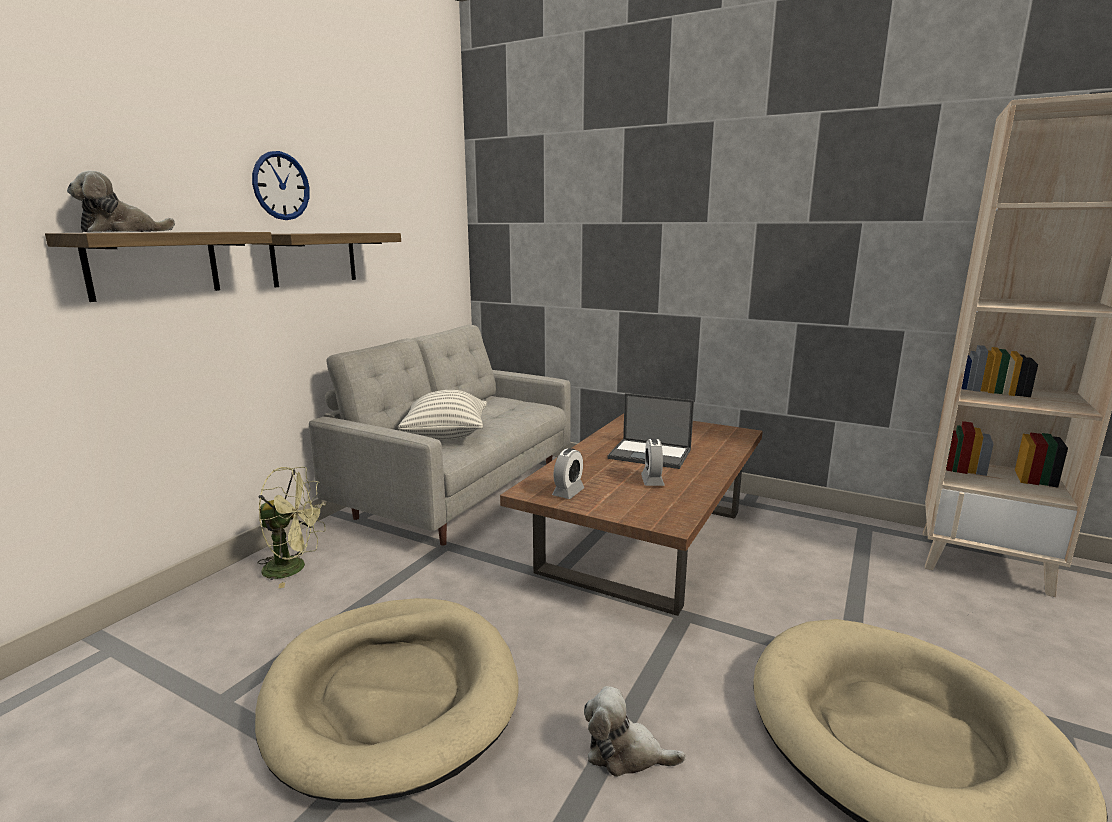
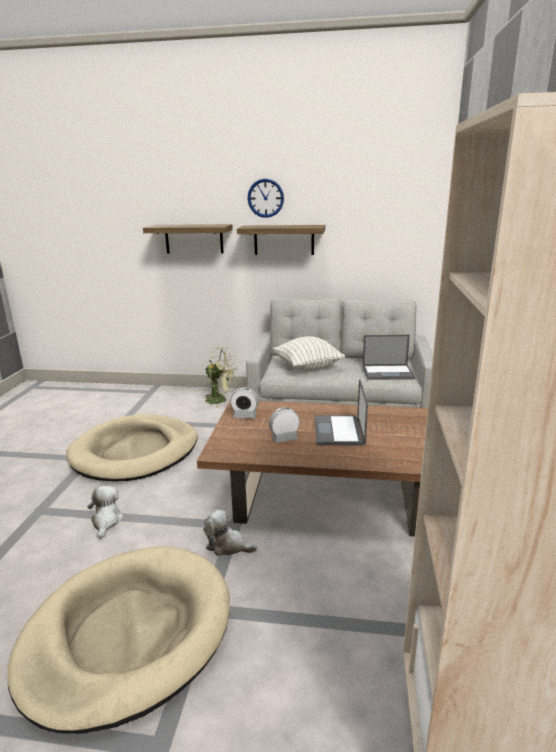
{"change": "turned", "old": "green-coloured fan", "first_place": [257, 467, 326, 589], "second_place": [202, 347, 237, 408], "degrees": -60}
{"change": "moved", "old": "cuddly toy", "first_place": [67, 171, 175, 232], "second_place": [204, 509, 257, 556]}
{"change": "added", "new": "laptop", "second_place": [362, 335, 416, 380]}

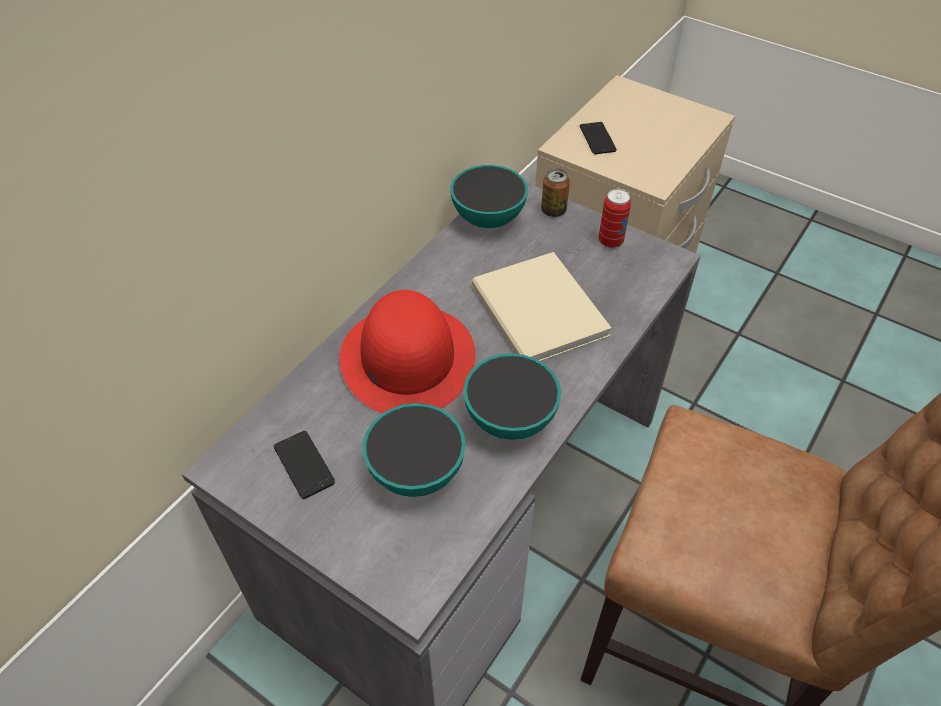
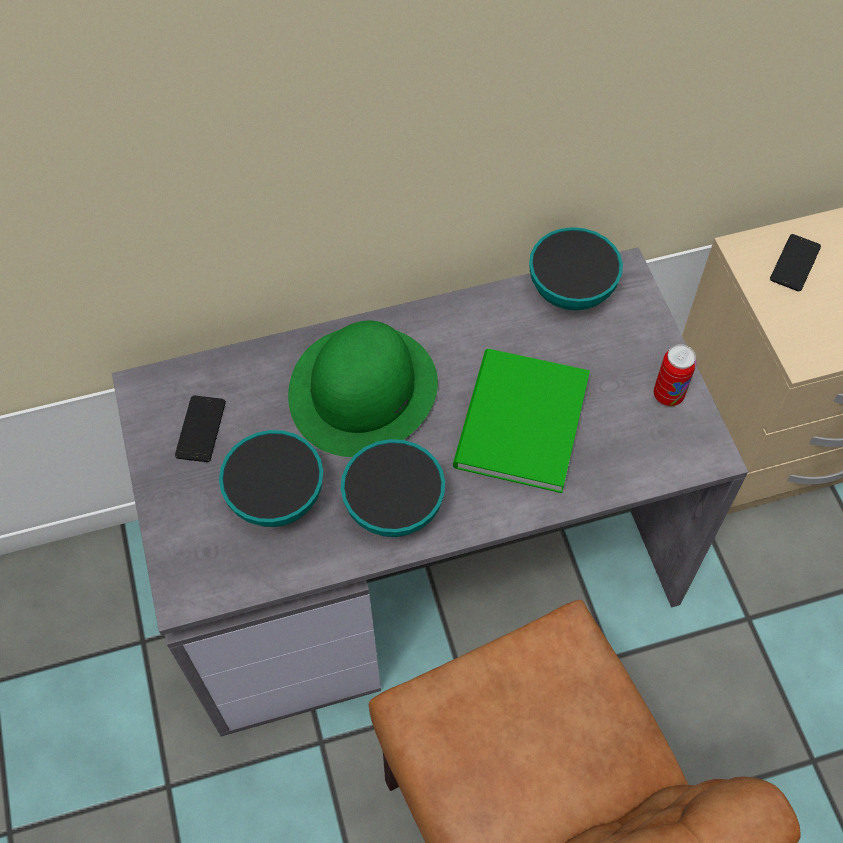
{"change": "recoloured", "old": "red-coloured wearable hat", "new": "green-coloured wearable hat", "first_place": [340, 290, 475, 413], "second_place": [288, 321, 438, 457]}
{"change": "recoloured", "old": "sand-coloured book", "new": "green-coloured book", "first_place": [472, 252, 612, 362], "second_place": [453, 349, 590, 493]}
{"change": "removed", "old": "can", "first_place": [541, 168, 570, 217]}

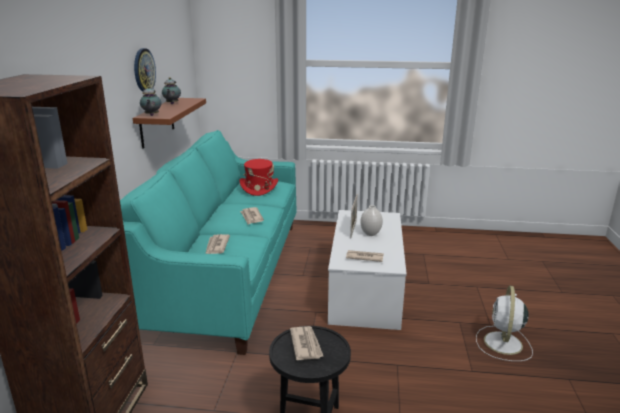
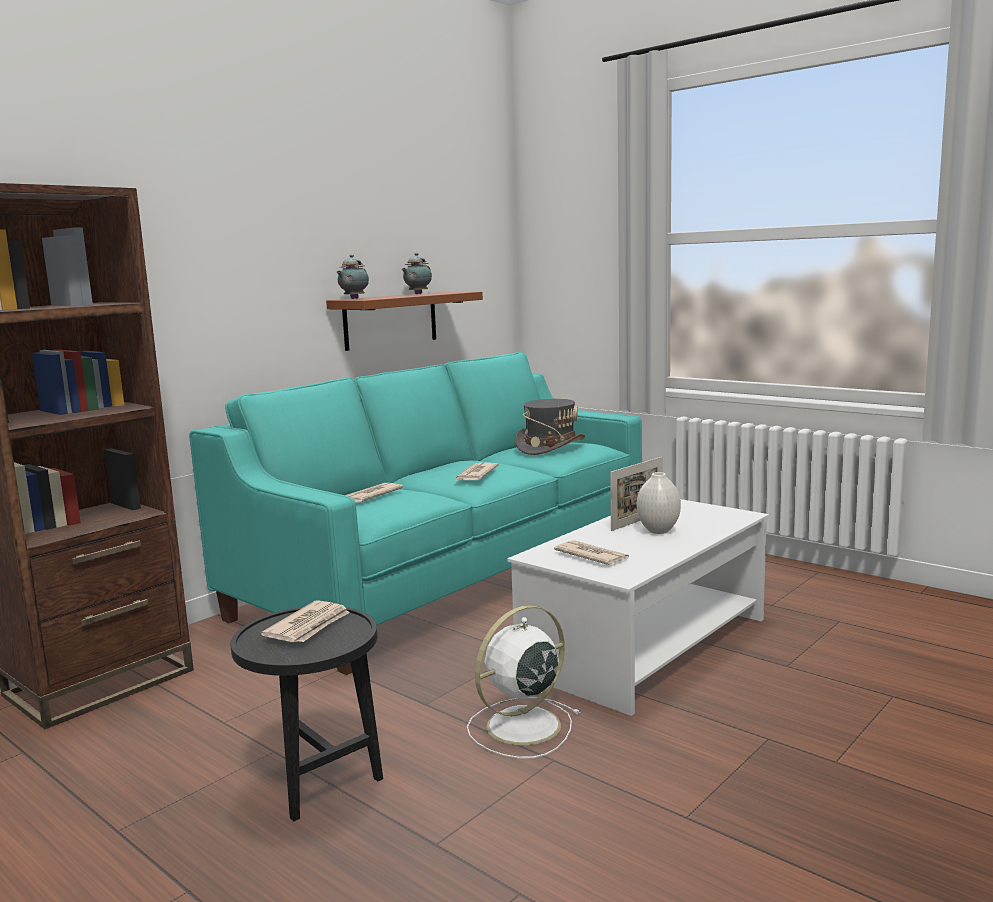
{"change": "moved", "old": "white-coloured fan", "first_place": [476, 286, 533, 361], "second_place": [467, 605, 580, 759]}
{"change": "recoloured", "old": "red-coloured wearable hat", "new": "grey wearable hat", "first_place": [239, 159, 278, 196], "second_place": [515, 399, 585, 455]}
{"change": "removed", "old": "hanging clock", "first_place": [134, 48, 156, 92]}

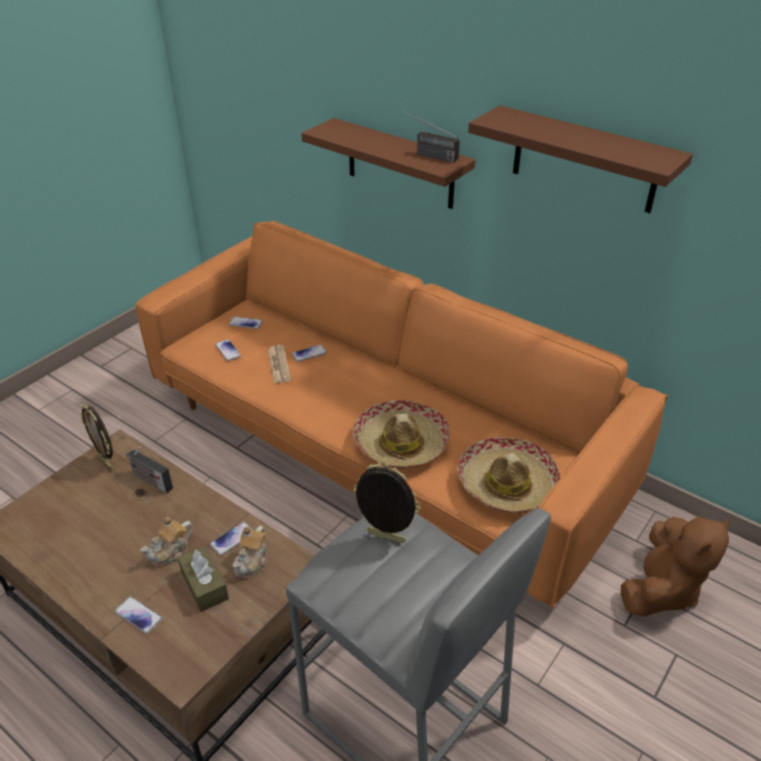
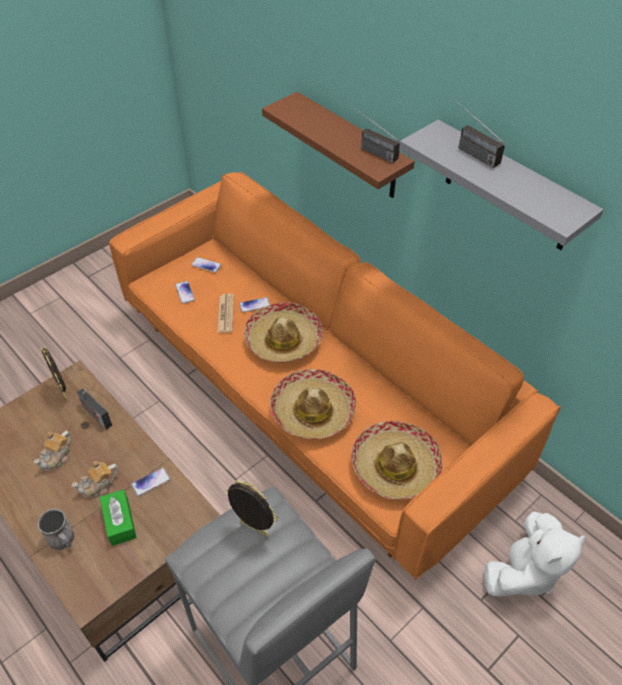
{"change": "moved", "old": "teapot", "first_place": [233, 526, 268, 579], "second_place": [34, 431, 71, 472]}
{"change": "replaced", "old": "handset", "new": "grey coffee mug", "first_place": [115, 597, 163, 634], "second_place": [37, 509, 75, 550]}
{"change": "recoloured", "old": "brown tissue holder", "new": "green-coloured tissue holder", "first_place": [178, 546, 229, 612], "second_place": [100, 489, 137, 546]}
{"change": "added", "new": "wearable hat", "second_place": [244, 302, 323, 363]}
{"change": "recoloured", "old": "brown shelf", "new": "grey shelf", "first_place": [468, 105, 693, 213], "second_place": [399, 120, 604, 250]}
{"change": "added", "new": "radio", "second_place": [452, 98, 505, 168]}
{"change": "recoloured", "old": "brown cuddly toy", "new": "white-coloured cuddly toy", "first_place": [621, 517, 730, 617], "second_place": [484, 512, 586, 597]}

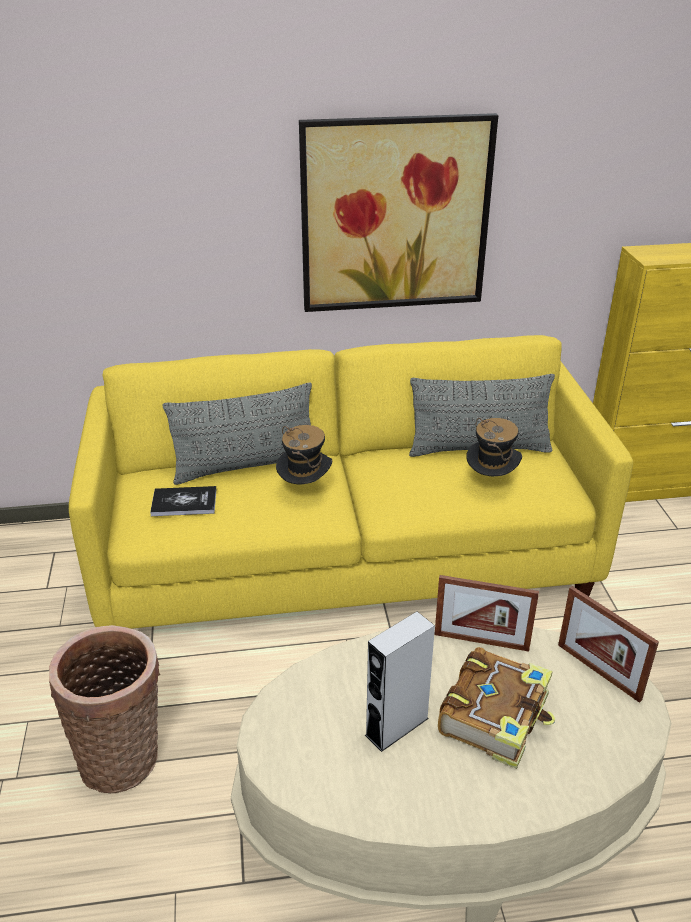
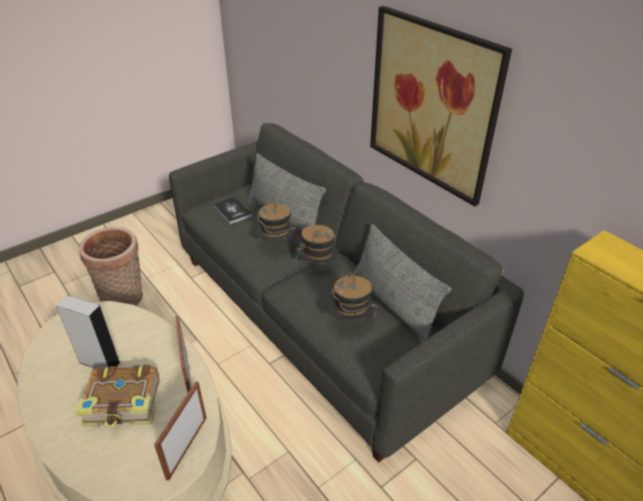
{"change": "recoloured", "old": "yellow-coloured couch", "new": "grey couch", "first_place": [69, 335, 633, 629], "second_place": [169, 123, 524, 463]}
{"change": "added", "new": "wearable hat", "second_place": [296, 225, 339, 271]}

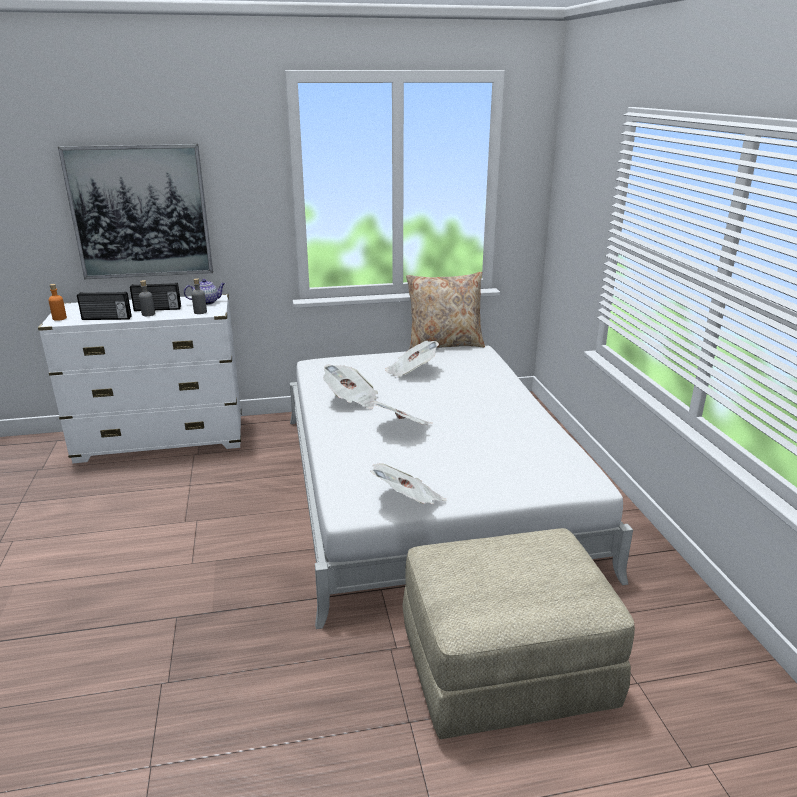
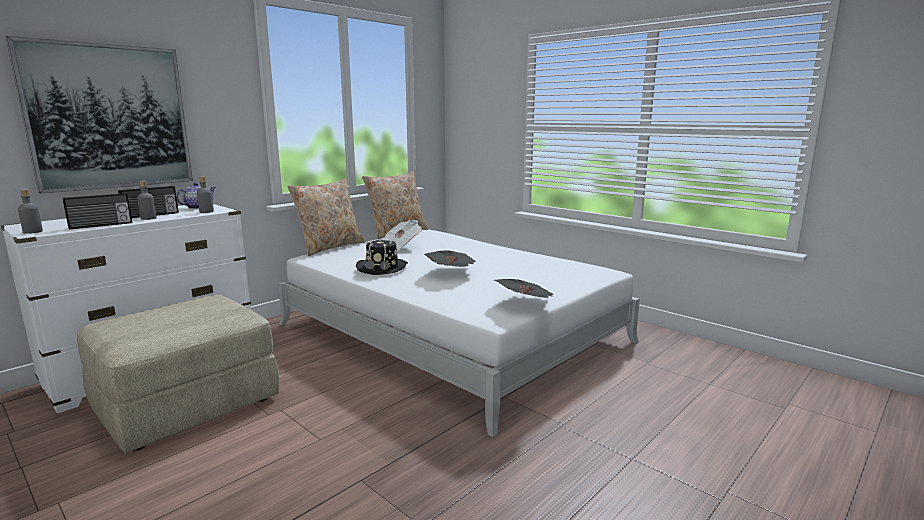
{"change": "recoloured", "old": "orange bottle", "new": "grey bottle", "first_place": [48, 284, 67, 321], "second_place": [18, 189, 43, 234]}
{"change": "moved", "old": "sand-coloured ottoman", "first_place": [402, 528, 635, 739], "second_place": [77, 294, 279, 453]}
{"change": "added", "new": "sand-coloured throw pillow", "second_place": [287, 179, 365, 256]}
{"change": "replaced", "old": "daily paper", "new": "black-coloured wearable hat", "first_place": [323, 365, 378, 409], "second_place": [356, 238, 408, 275]}

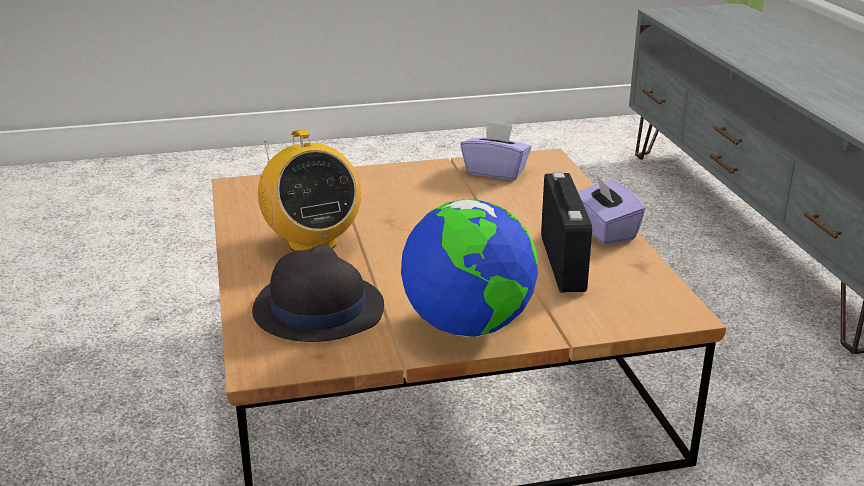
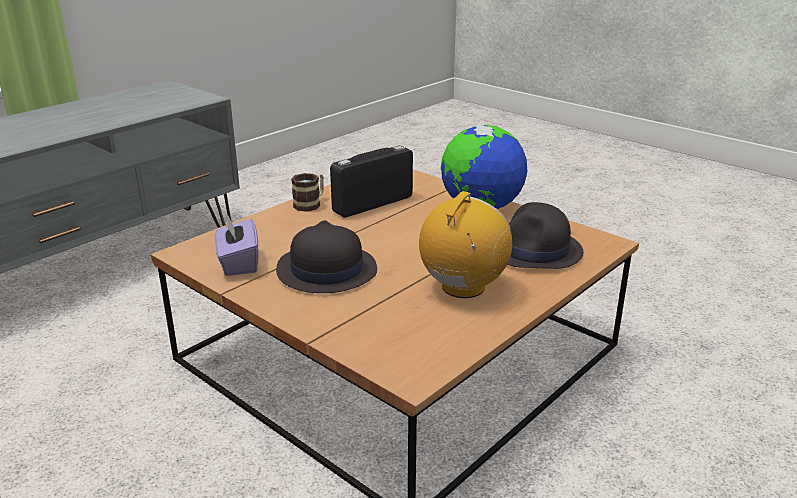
{"change": "added", "new": "black-coloured wearable hat", "second_place": [276, 220, 377, 293]}
{"change": "replaced", "old": "purplish tissue holder", "new": "coffee mug", "first_place": [578, 175, 645, 244], "second_place": [291, 173, 324, 212]}

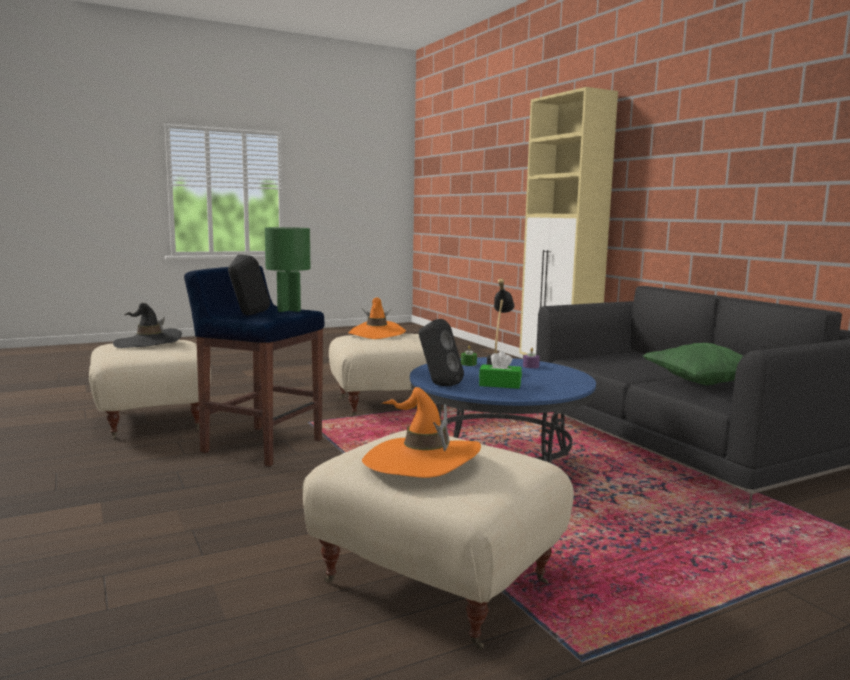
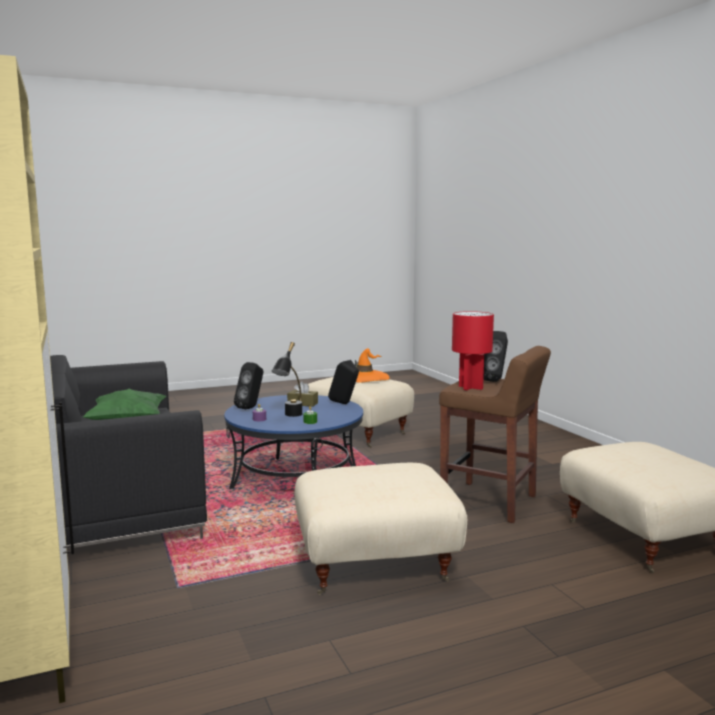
{"change": "added", "new": "black-coloured audio speaker", "second_place": [234, 362, 264, 409]}
{"change": "recoloured", "old": "green-coloured tissue holder", "new": "brown tissue holder", "first_place": [479, 351, 522, 389], "second_place": [287, 381, 318, 407]}
{"change": "recoloured", "old": "blue sitting stool", "new": "brown sitting stool", "first_place": [184, 266, 324, 467], "second_place": [439, 346, 551, 523]}
{"change": "recoloured", "old": "green-coloured tabletop lamp", "new": "red-coloured tabletop lamp", "first_place": [265, 227, 310, 312], "second_place": [452, 311, 494, 390]}
{"change": "removed", "old": "black-coloured wearable hat", "first_place": [113, 303, 182, 348]}
{"change": "removed", "old": "orange wearable hat", "first_place": [349, 298, 406, 339]}

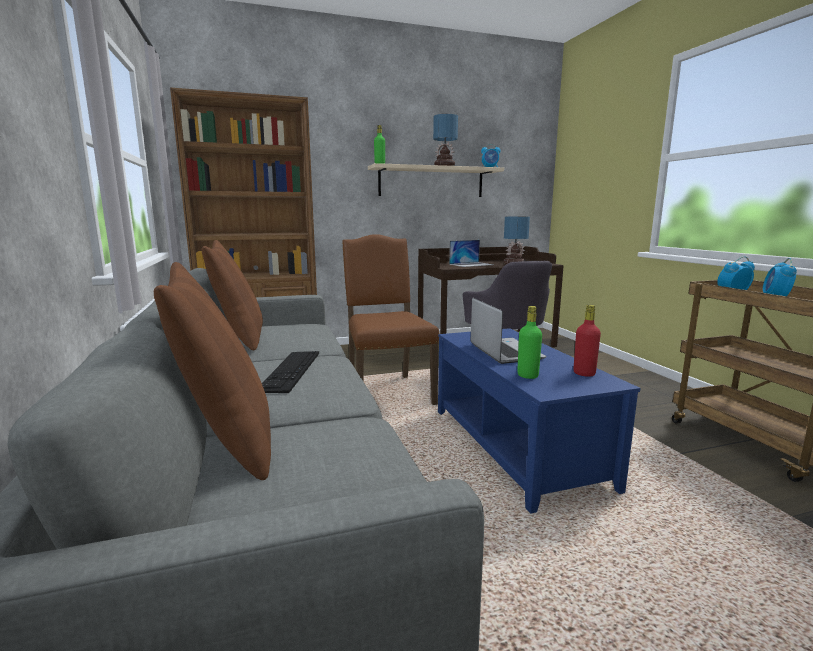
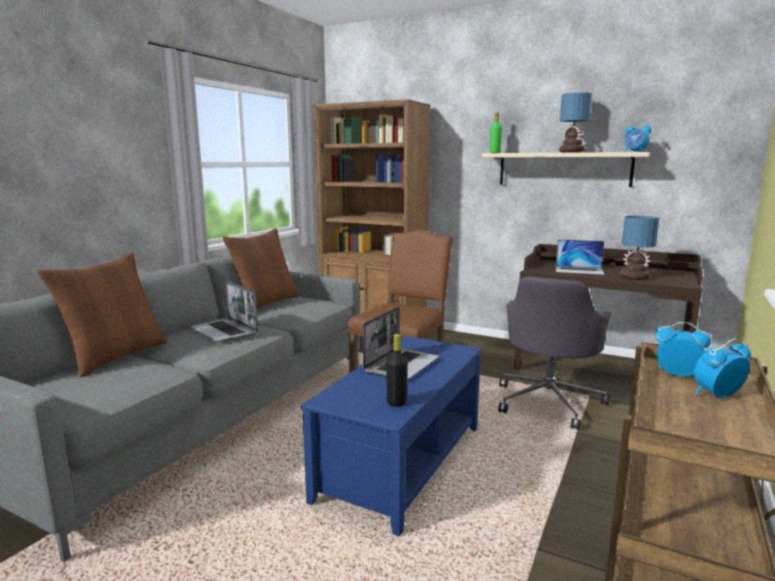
{"change": "replaced", "old": "keyboard", "new": "laptop", "first_place": [262, 351, 319, 393], "second_place": [190, 281, 258, 342]}
{"change": "recoloured", "old": "red-coloured bottle", "new": "black-coloured bottle", "first_place": [573, 305, 601, 377], "second_place": [386, 334, 407, 407]}
{"change": "removed", "old": "green-coloured bottle", "first_place": [517, 306, 542, 379]}

